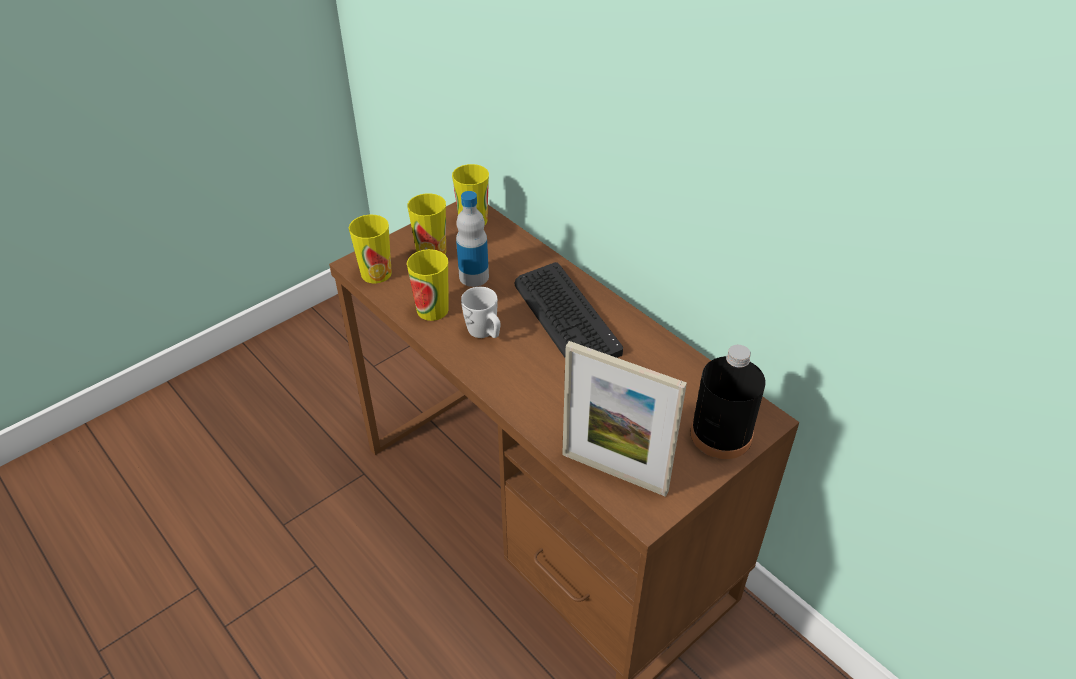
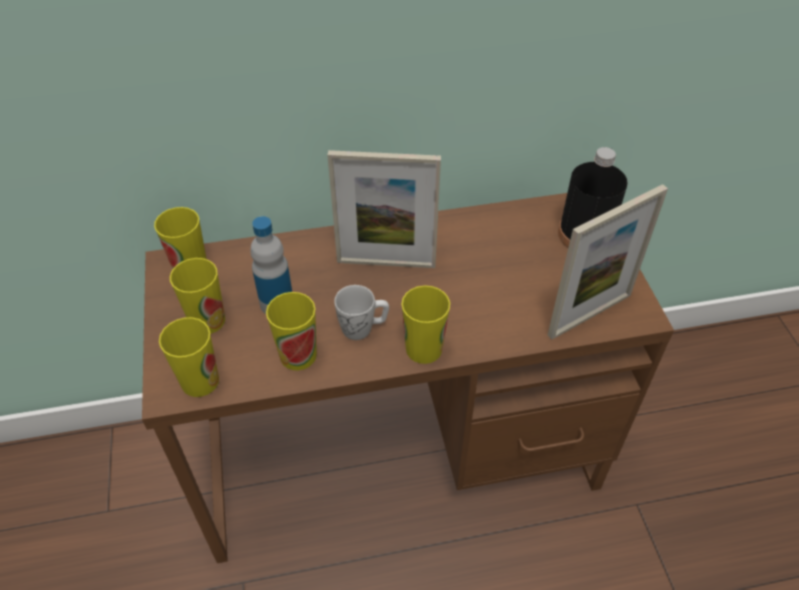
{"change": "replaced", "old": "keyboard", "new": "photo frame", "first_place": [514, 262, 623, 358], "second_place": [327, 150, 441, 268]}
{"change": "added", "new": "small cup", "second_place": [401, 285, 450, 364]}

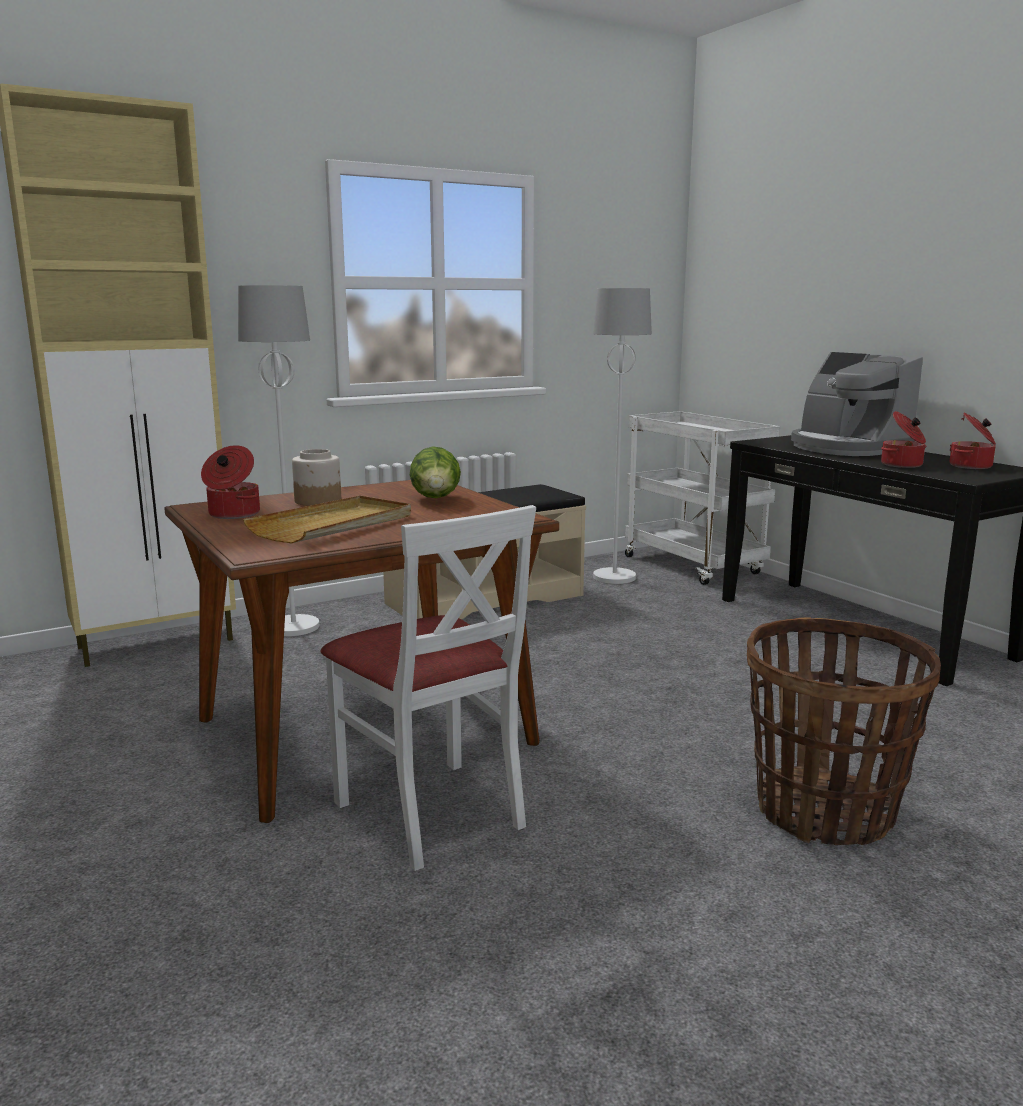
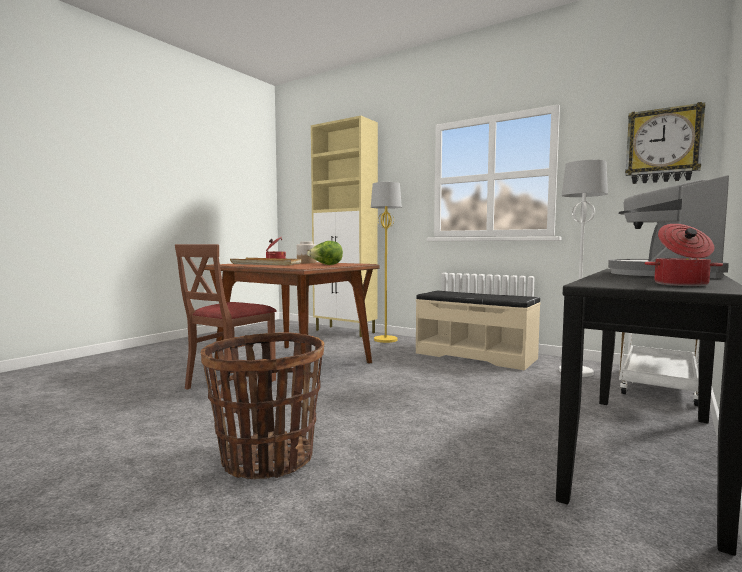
{"change": "recoloured", "old": "white-coloured chair", "new": "brown chair", "first_place": [320, 505, 536, 871], "second_place": [175, 244, 277, 398]}
{"change": "recoloured", "old": "white-coloured floor lamp", "new": "yellow-coloured floor lamp", "first_place": [238, 285, 319, 636], "second_place": [371, 182, 402, 343]}
{"change": "added", "new": "hanging clock", "second_place": [625, 102, 705, 184]}
{"change": "removed", "old": "stockpot", "first_place": [881, 411, 927, 468]}

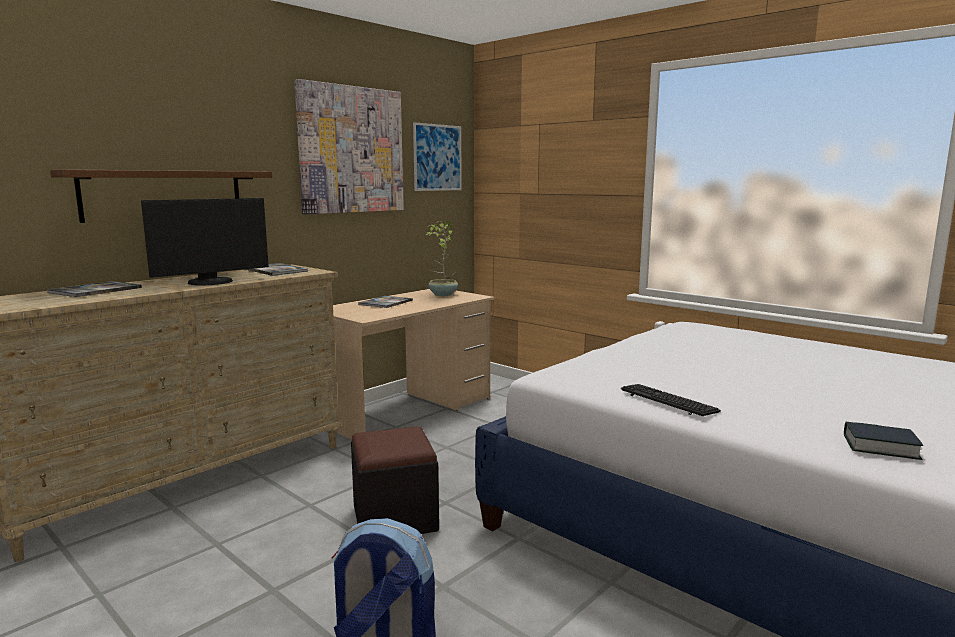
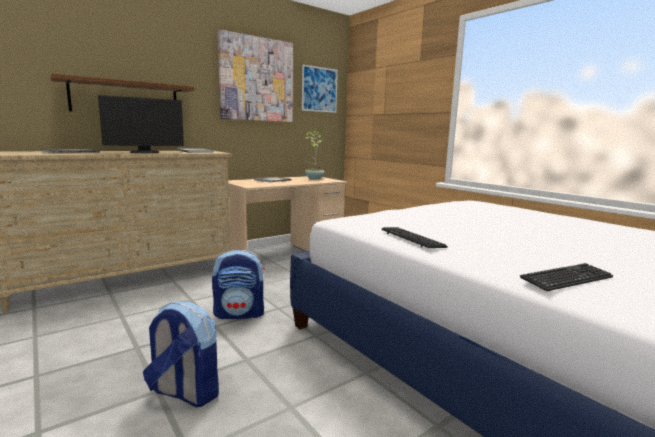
{"change": "replaced", "old": "black-coloured ottoman", "new": "knapsack", "first_place": [351, 427, 439, 534], "second_place": [212, 250, 265, 319]}
{"change": "replaced", "old": "book", "new": "keyboard", "first_place": [844, 422, 923, 460], "second_place": [520, 263, 613, 291]}

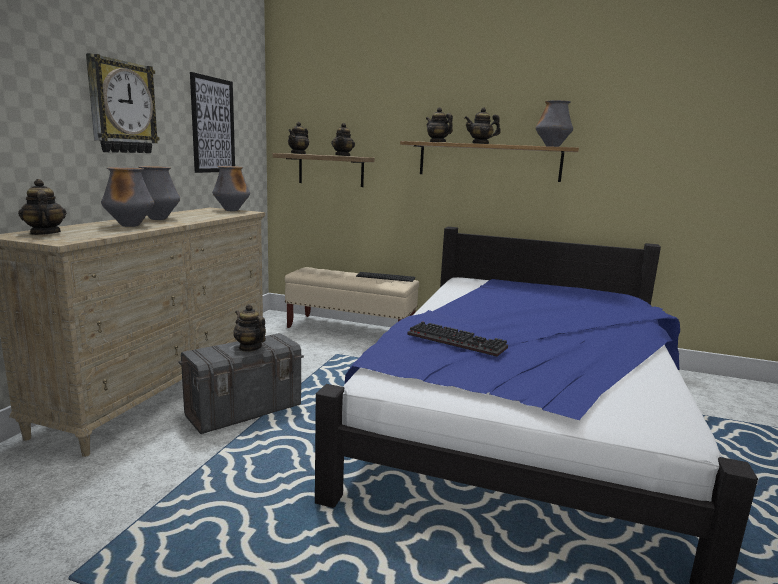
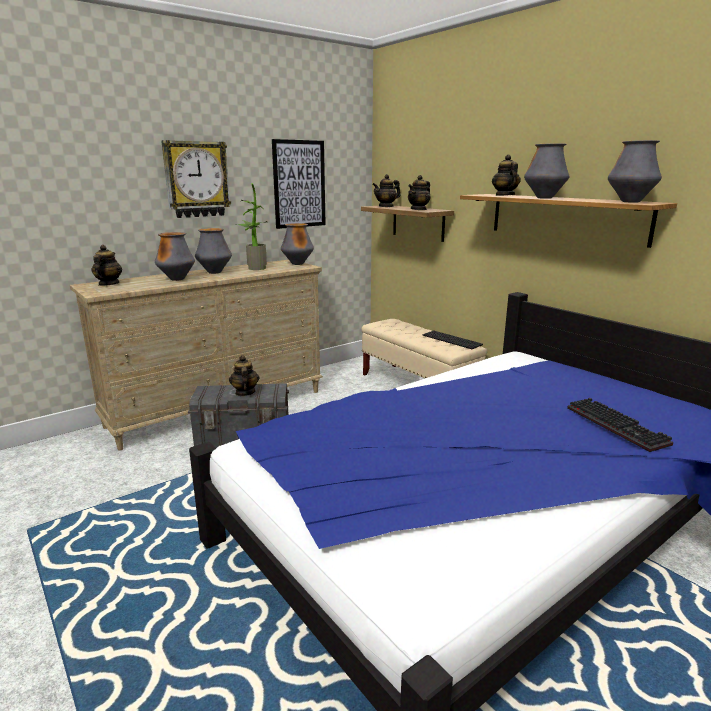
{"change": "added", "new": "potted plant", "second_place": [236, 183, 267, 270]}
{"change": "replaced", "old": "teapot", "new": "vase", "first_place": [465, 107, 501, 144], "second_place": [524, 143, 569, 199]}
{"change": "moved", "old": "keyboard", "first_place": [407, 321, 508, 357], "second_place": [567, 398, 673, 452]}

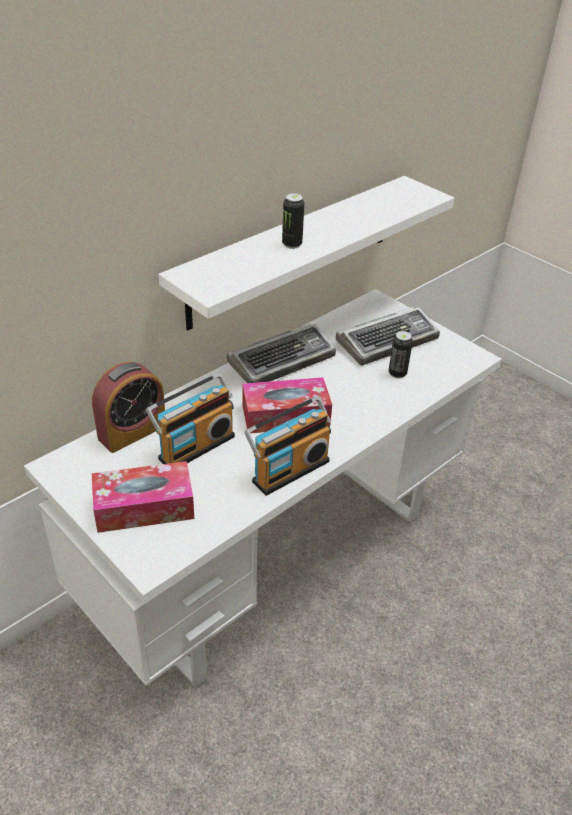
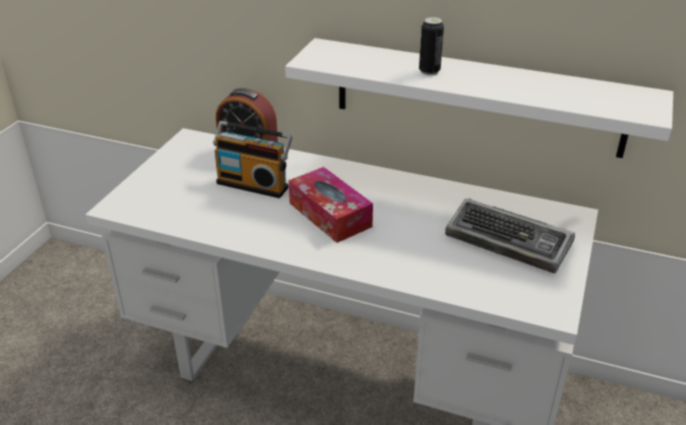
{"change": "removed", "old": "tissue holder", "first_place": [92, 461, 194, 533]}
{"change": "removed", "old": "keyboard", "first_place": [227, 324, 336, 383]}
{"change": "removed", "old": "radio", "first_place": [244, 396, 331, 496]}
{"change": "removed", "old": "can", "first_place": [389, 331, 413, 379]}

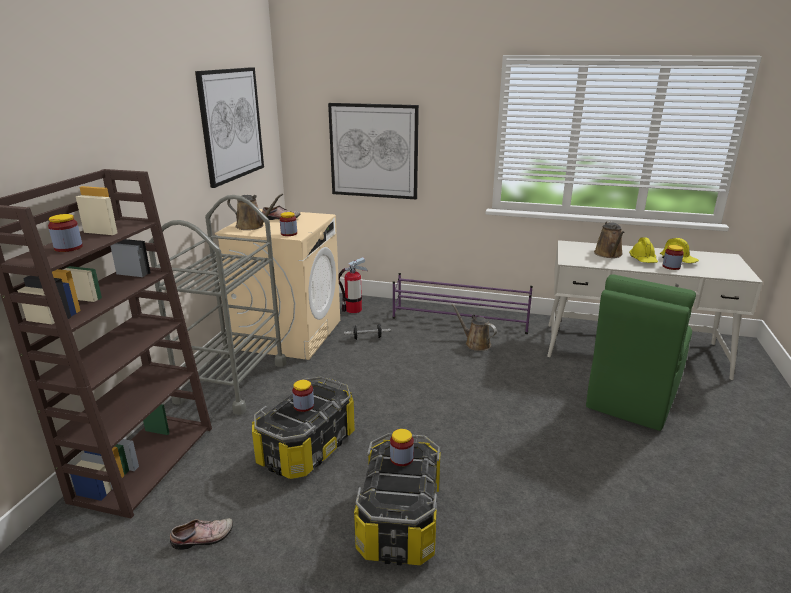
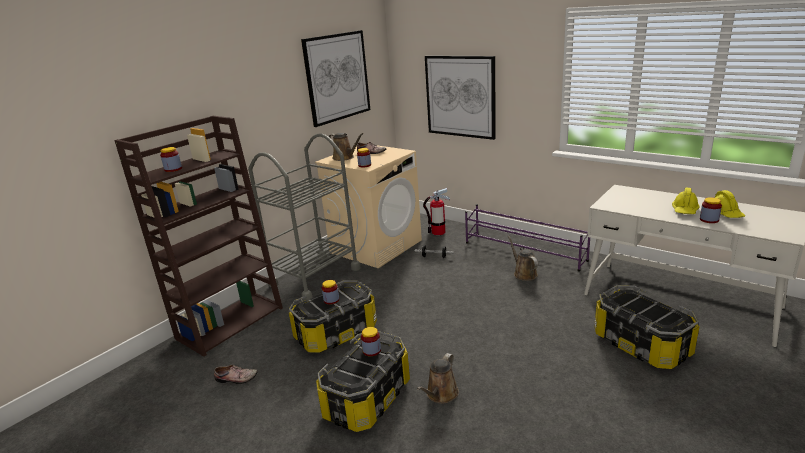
{"change": "moved", "old": "brown sprinkling can", "first_place": [594, 221, 624, 258], "second_place": [417, 353, 459, 404]}
{"change": "replaced", "old": "green-coloured chair", "new": "storage box", "first_place": [586, 274, 696, 431], "second_place": [594, 285, 700, 369]}

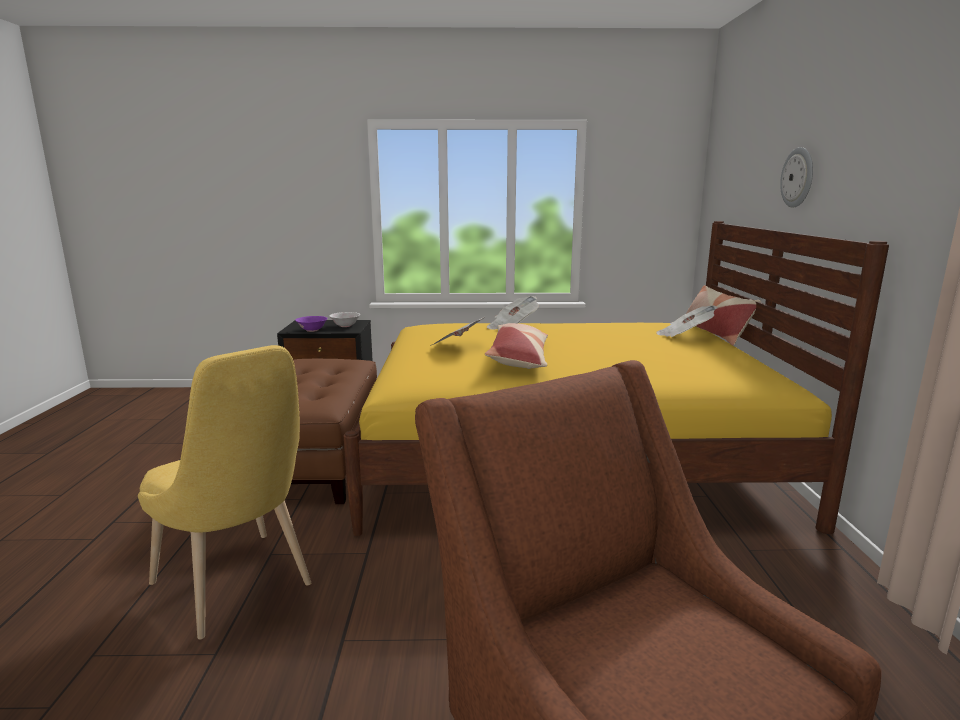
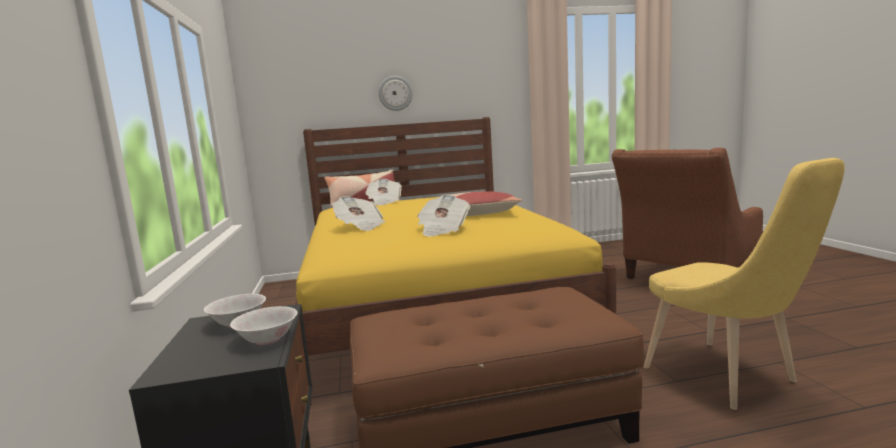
{"change": "recoloured", "old": "purplish bowl", "new": "white-coloured bowl", "first_place": [295, 316, 328, 332], "second_place": [230, 306, 298, 345]}
{"change": "turned", "old": "yellow-coloured chair", "first_place": [138, 345, 311, 640], "second_place": [644, 158, 845, 410], "degrees": 120}

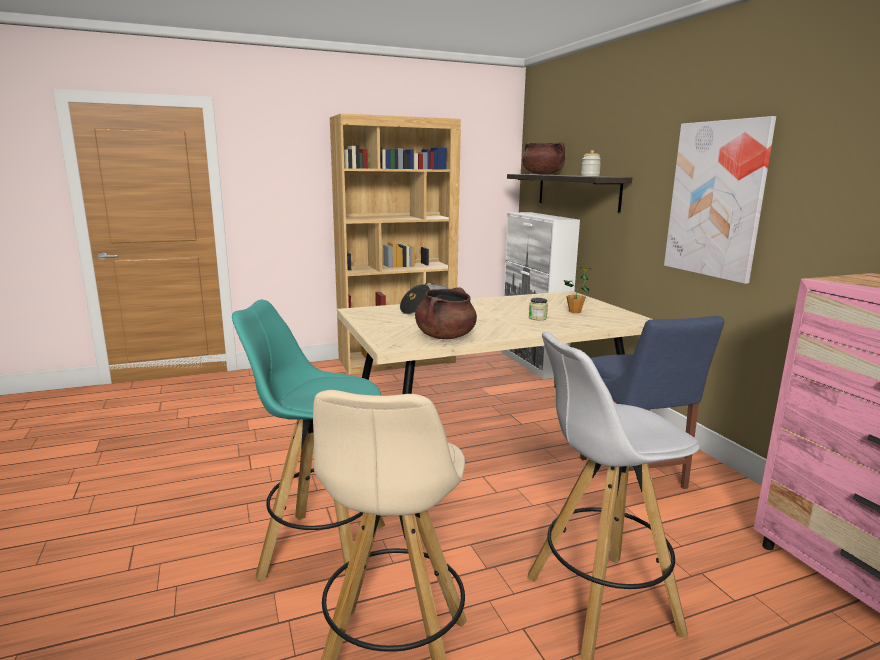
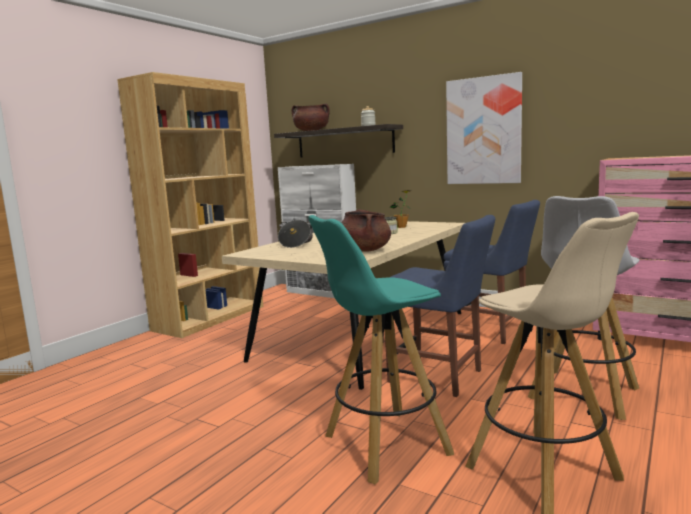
{"change": "added", "new": "blue chair", "second_place": [385, 215, 495, 397]}

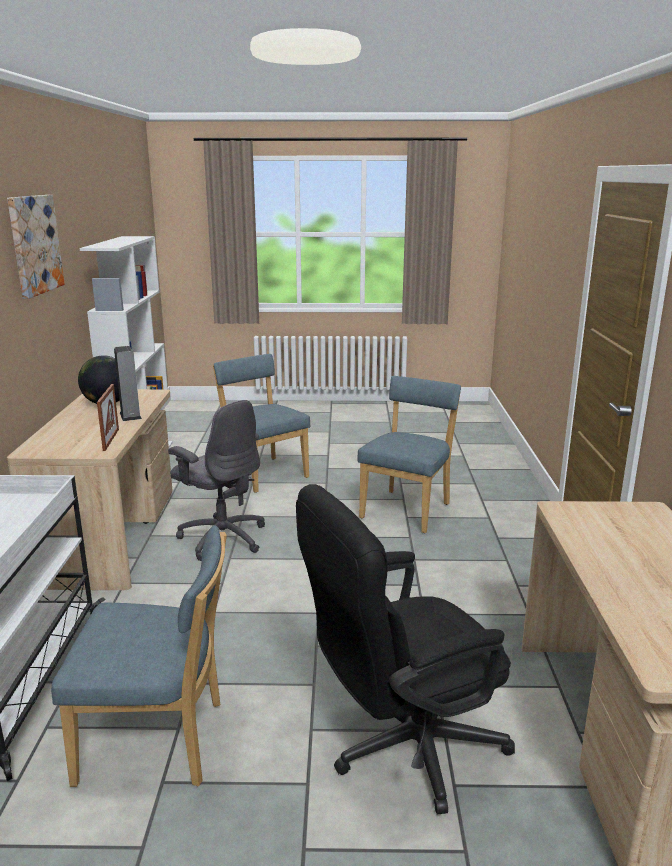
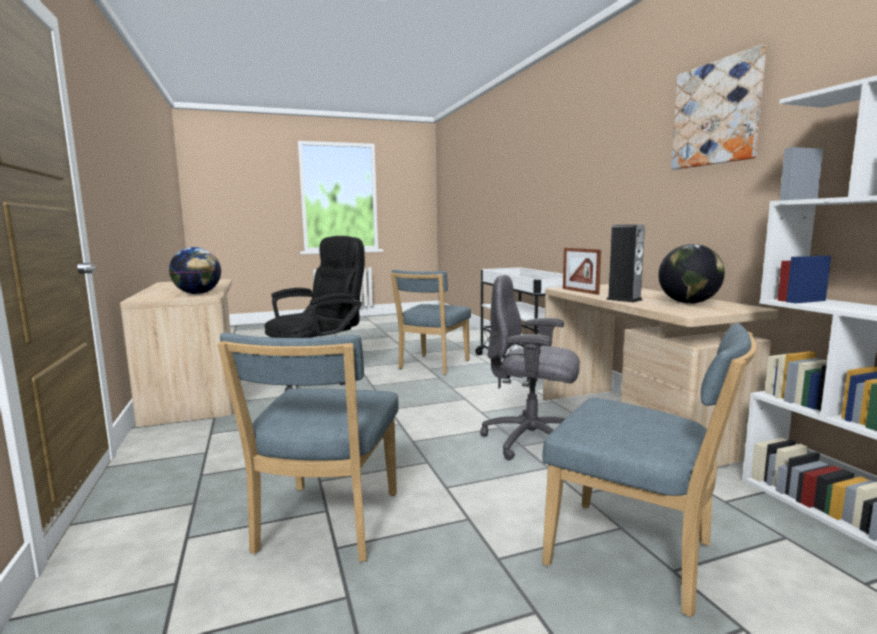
{"change": "added", "new": "world globe", "second_place": [169, 247, 221, 294]}
{"change": "turned", "old": "blue chair", "first_place": [51, 525, 227, 787], "second_place": [391, 270, 471, 375], "degrees": -45}

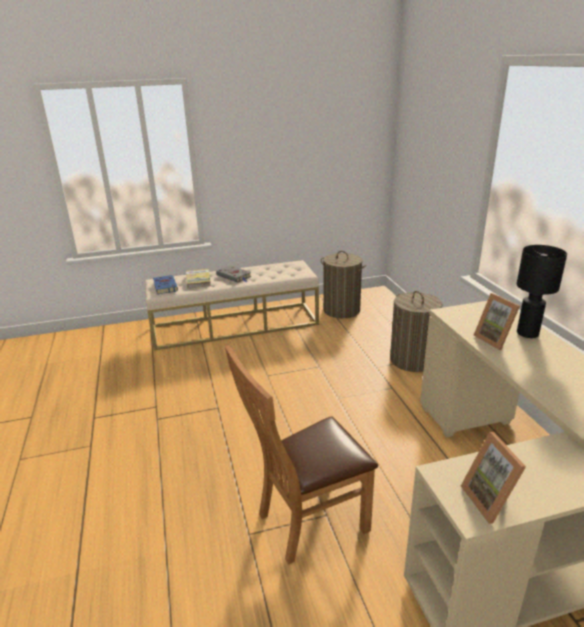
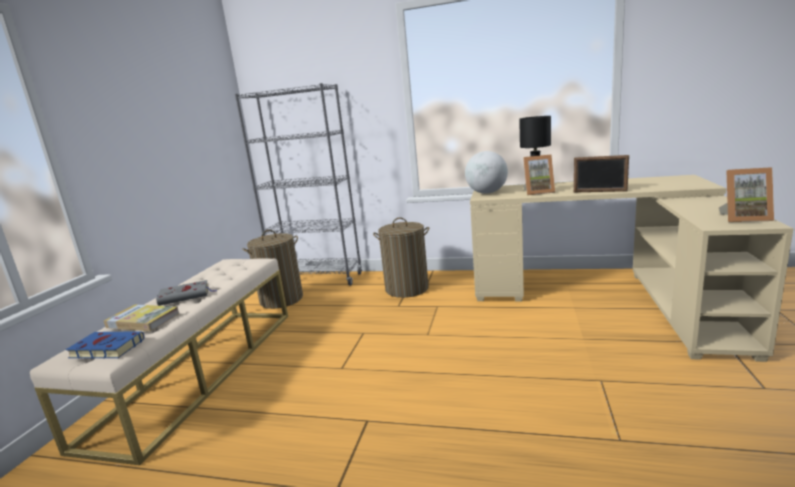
{"change": "added", "new": "grey bookcase", "second_place": [235, 83, 362, 286]}
{"change": "added", "new": "world globe", "second_place": [465, 151, 508, 194]}
{"change": "added", "new": "photo frame", "second_place": [574, 155, 629, 192]}
{"change": "removed", "old": "brown chair", "first_place": [225, 345, 378, 565]}

